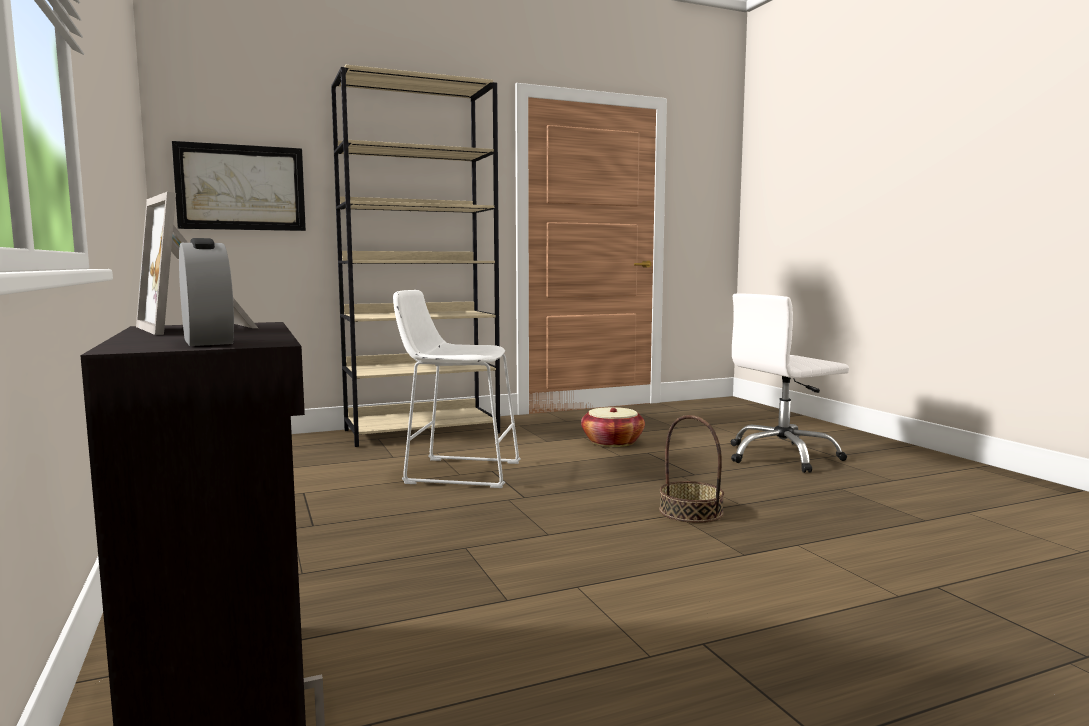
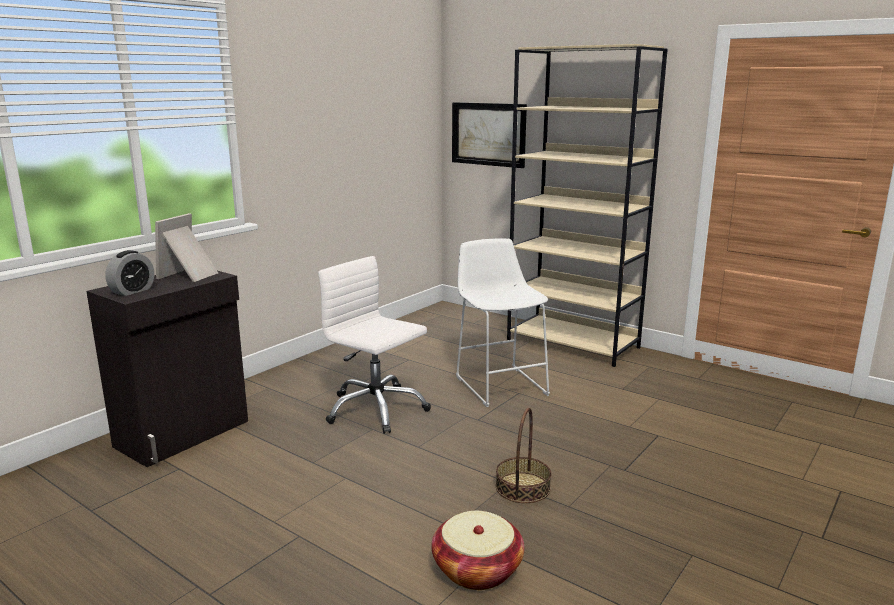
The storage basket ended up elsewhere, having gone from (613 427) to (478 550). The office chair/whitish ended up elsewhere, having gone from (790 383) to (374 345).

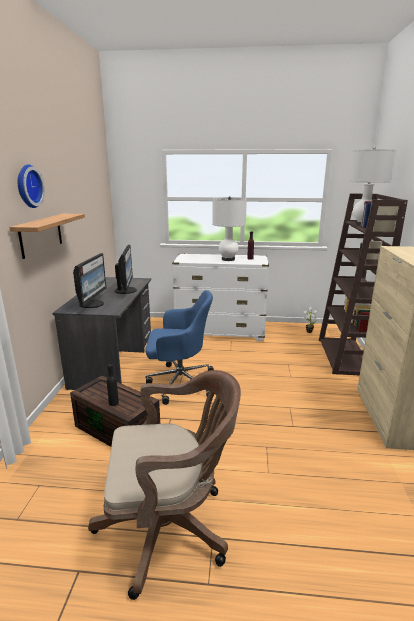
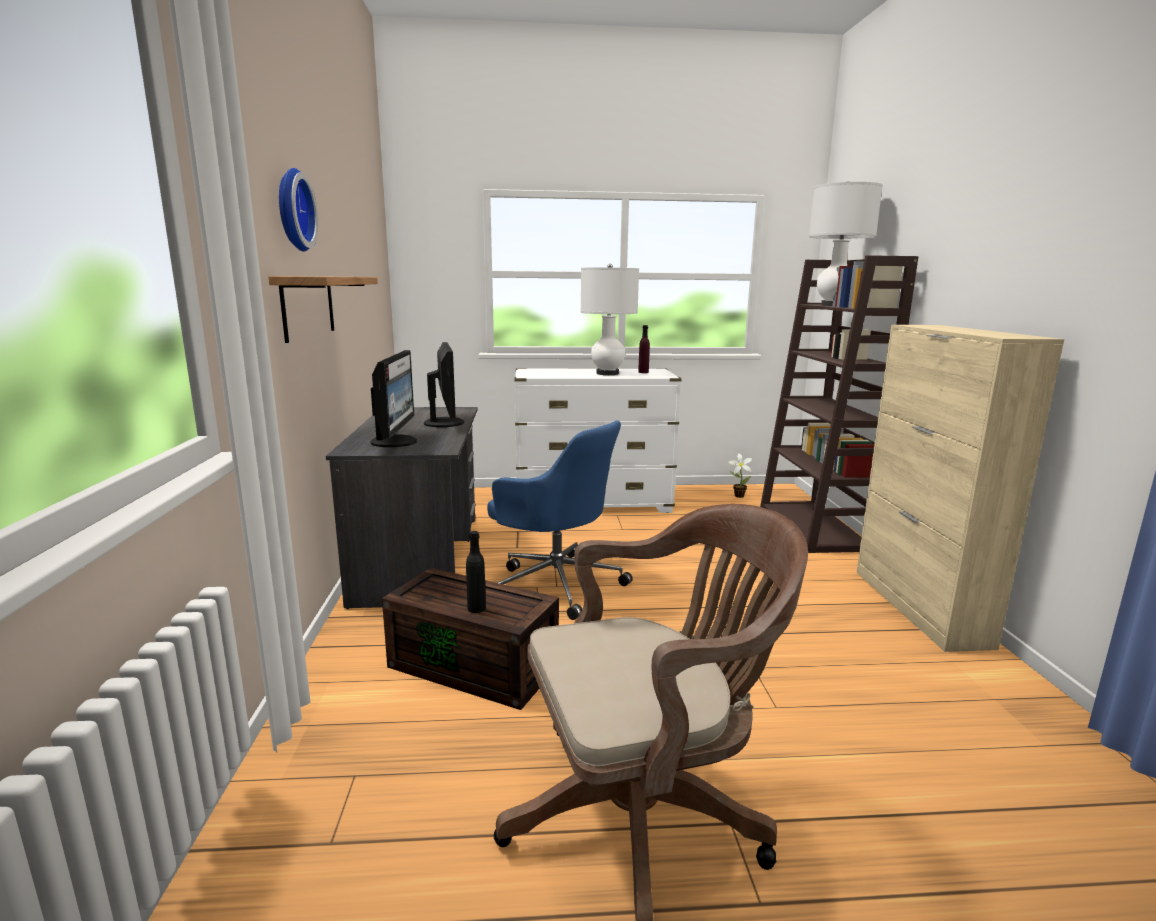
The office chair/blue-coloured at (179 347) ended up facing another way, 45 degrees clockwise from before.

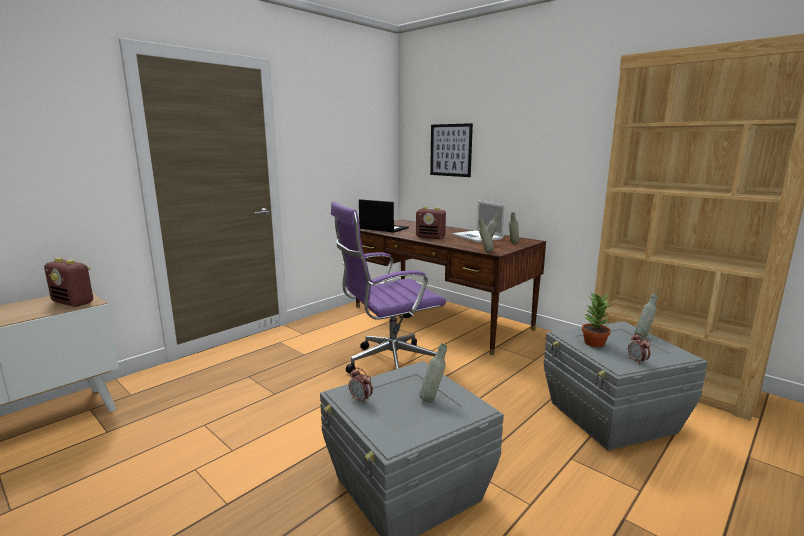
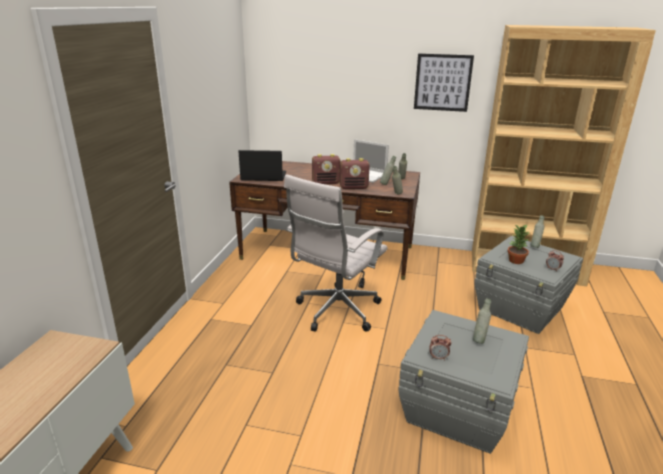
The radio set ended up elsewhere, having gone from (68 282) to (355 173). The wall art ended up elsewhere, having gone from (451 150) to (444 82). What was the office chair/purple at (388 287) turned into the office chair/whitish at (336 253).

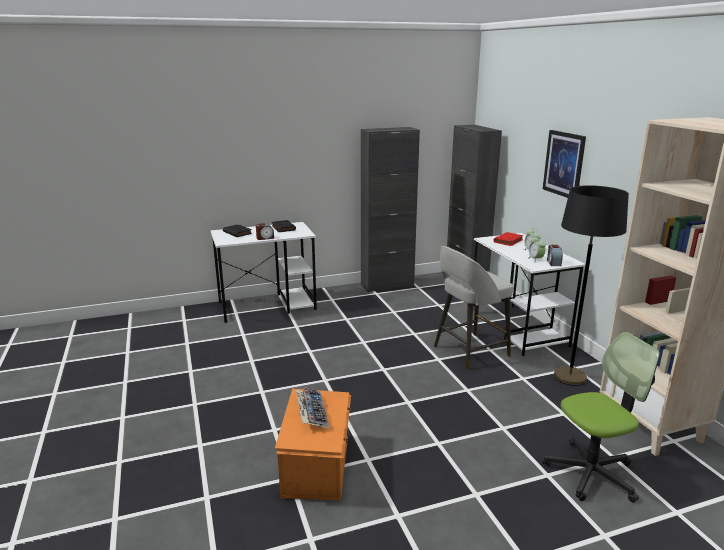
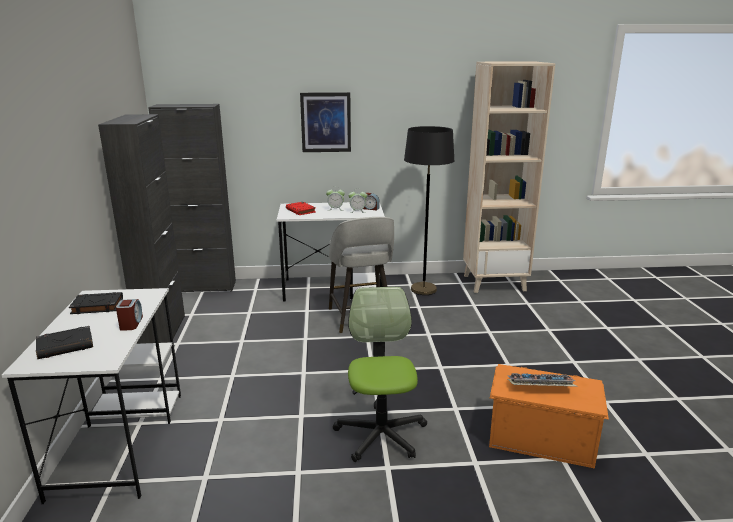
The office chair ended up elsewhere, having gone from (601 417) to (380 374).

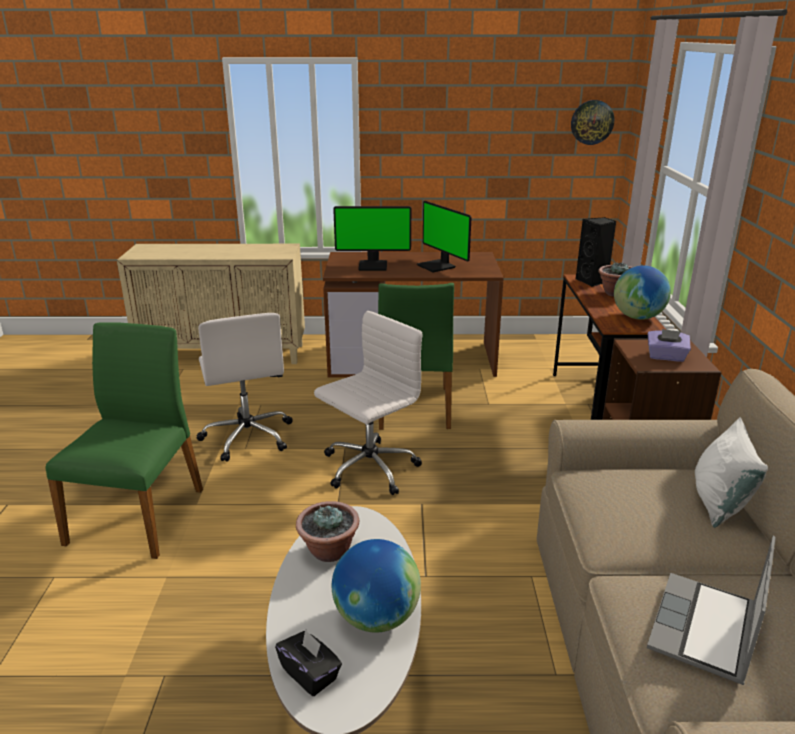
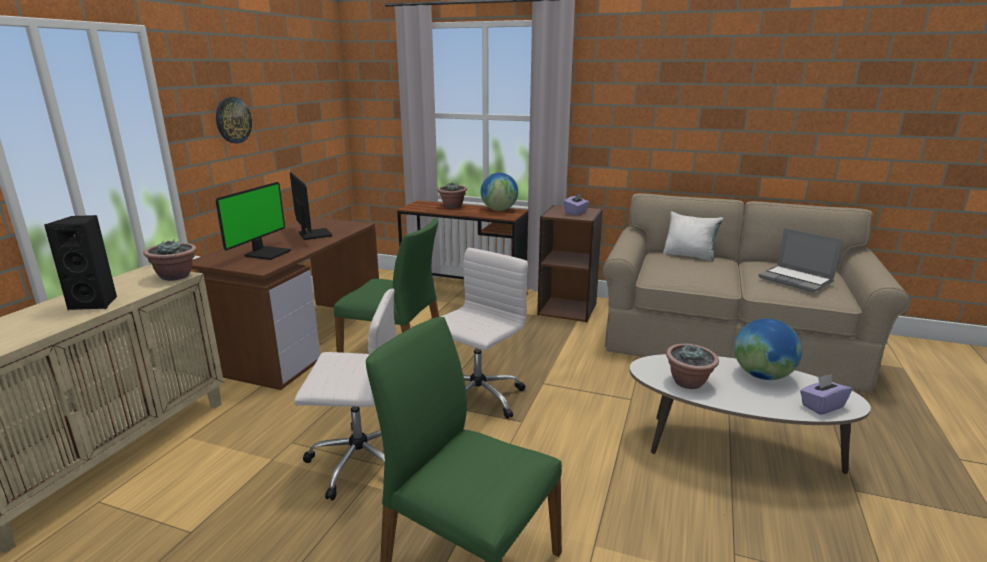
The second view gained the houseplant at (170 260). The hanging clock ended up elsewhere, having gone from (592 122) to (234 120). The speaker/blackish ended up elsewhere, having gone from (596 252) to (80 262). What was the box of tissues/blackish at (308 662) turned into the box of tissues/purple at (826 394). The office chair/whitish at (368 403) ended up facing another way, 60 degrees clockwise from before. The computer display at (444 236) ended up facing another way, 105 degrees counterclockwise from before.

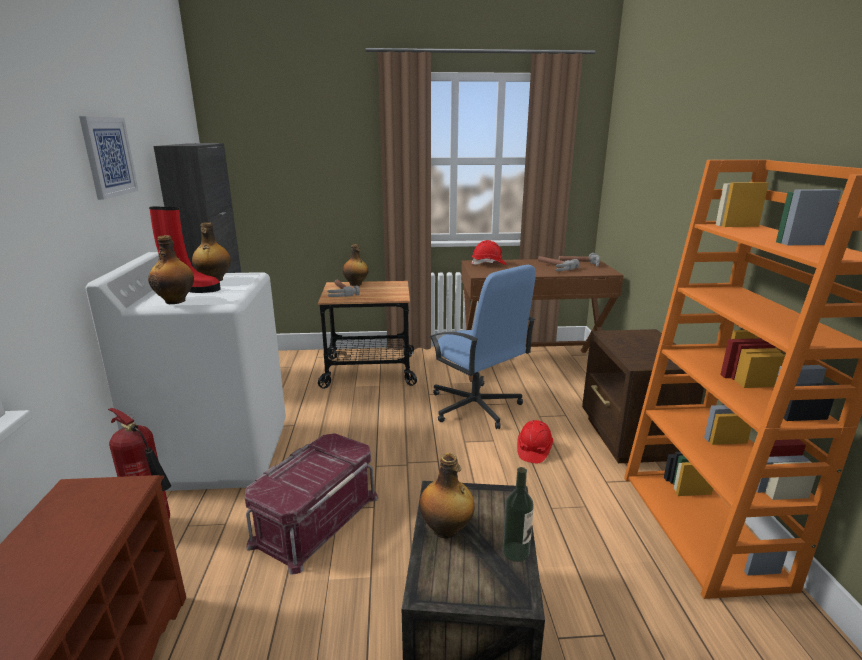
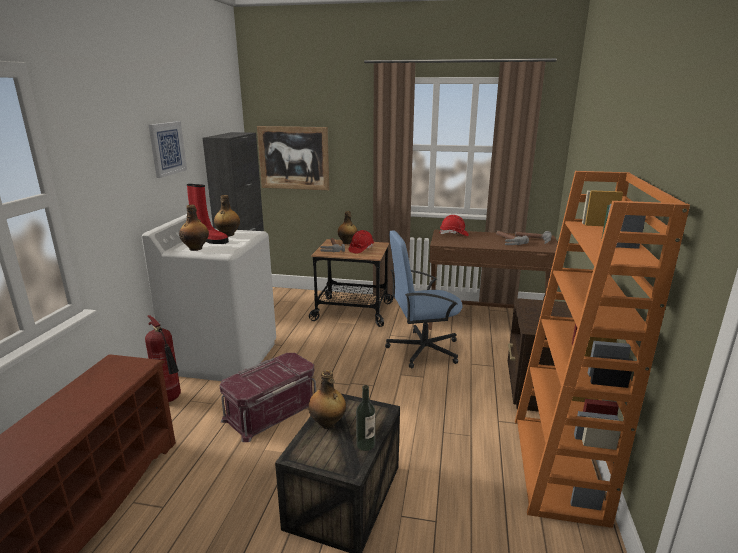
The second view gained the wall art at (293 158). The hard hat/red ended up elsewhere, having gone from (535 441) to (361 242). The office chair/blue-coloured at (482 347) ended up facing another way, 105 degrees clockwise from before.

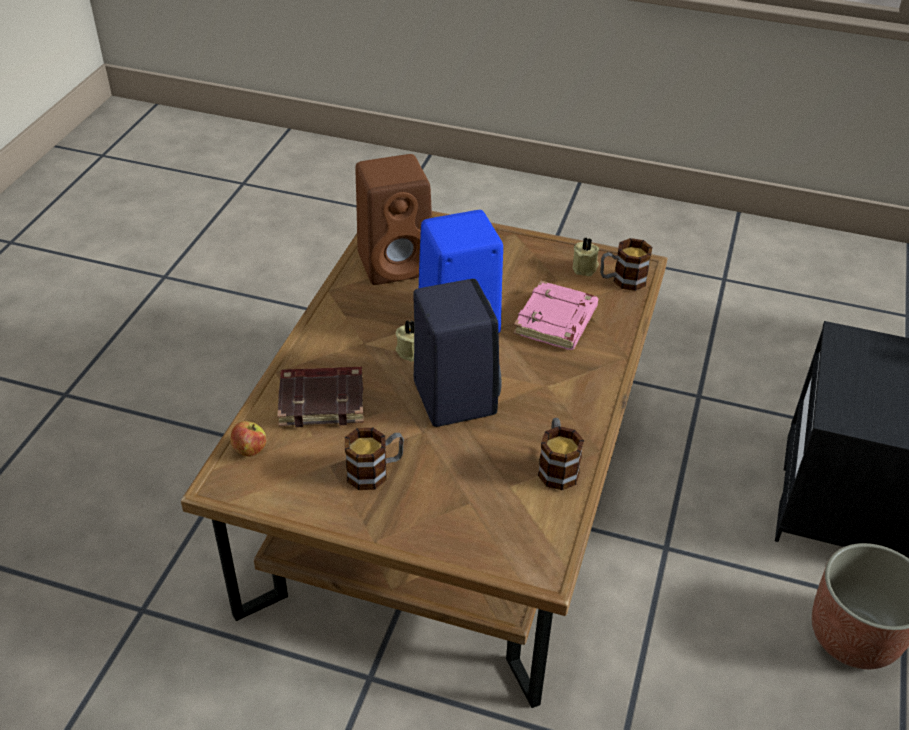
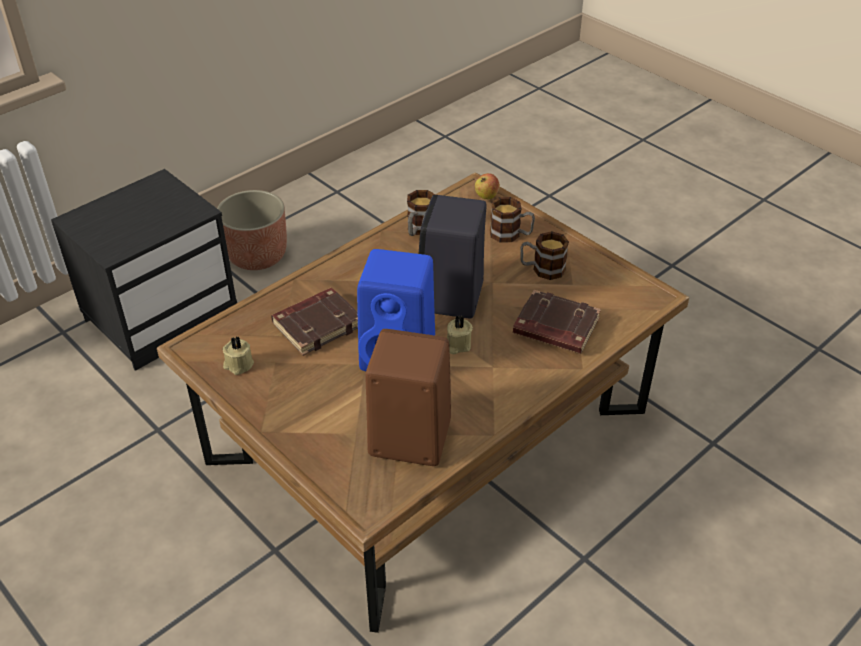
The apple fruit ended up elsewhere, having gone from (248 438) to (487 186). The coffee mug ended up elsewhere, having gone from (626 264) to (512 220). What was the book/pink-coloured at (555 315) turned into the book/brown at (314 322).

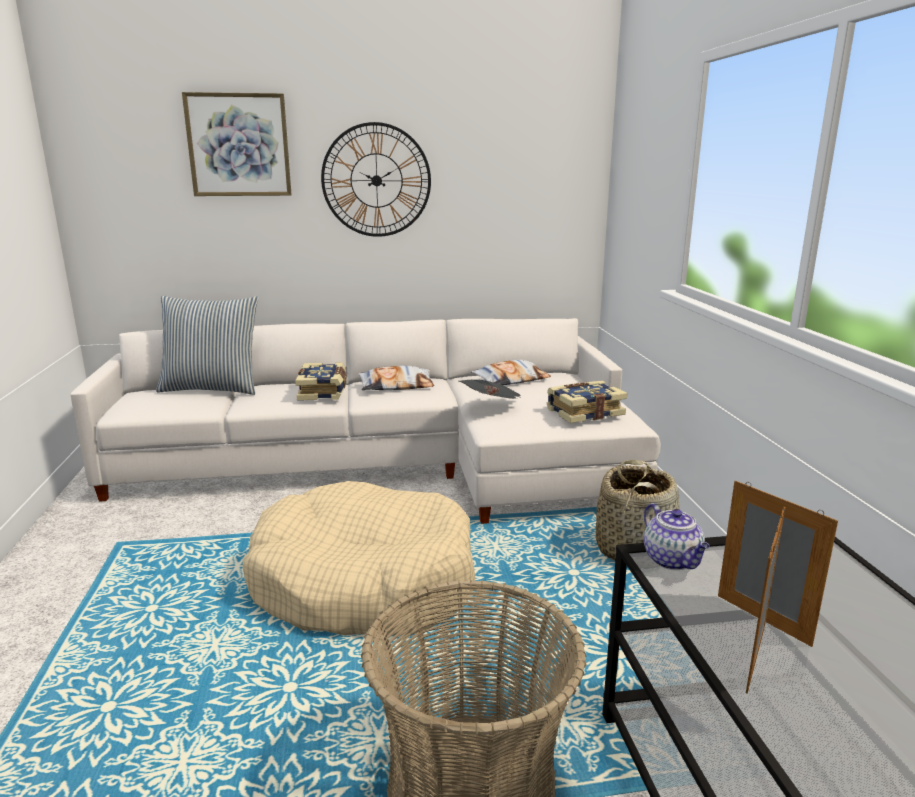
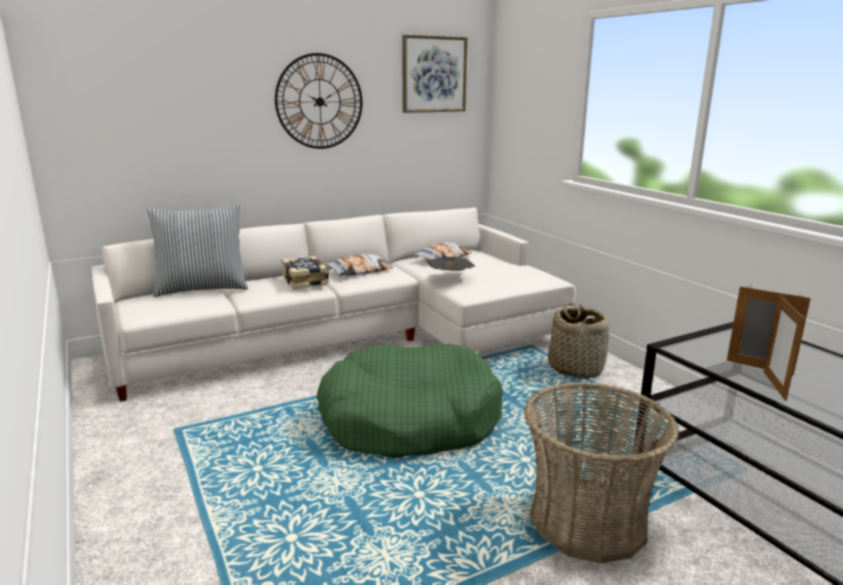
The second view lost the book at (587 402). The second view lost the teapot at (677 536). The wall art ended up elsewhere, having gone from (236 144) to (434 74). What was the pet bed/beige-coloured at (358 558) turned into the pet bed/greenish at (410 401).

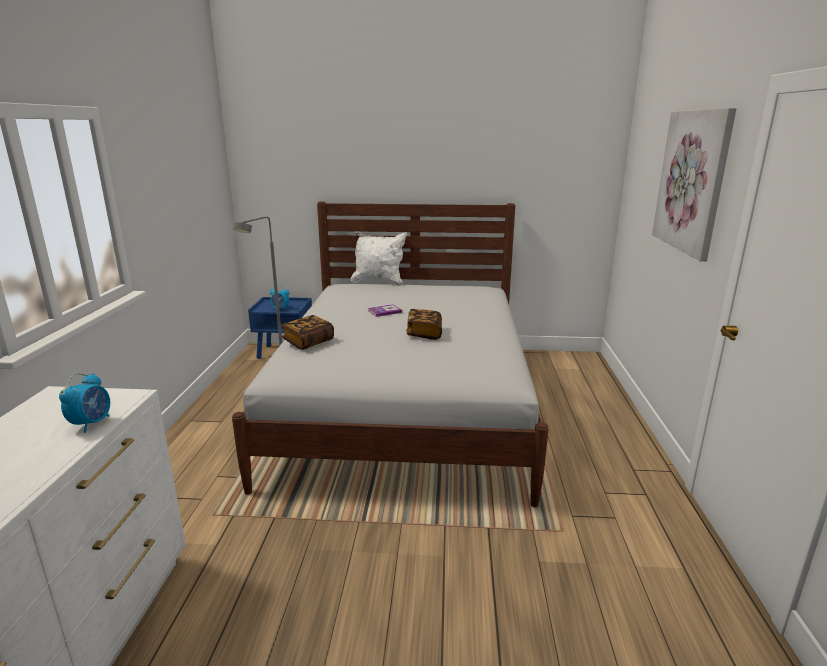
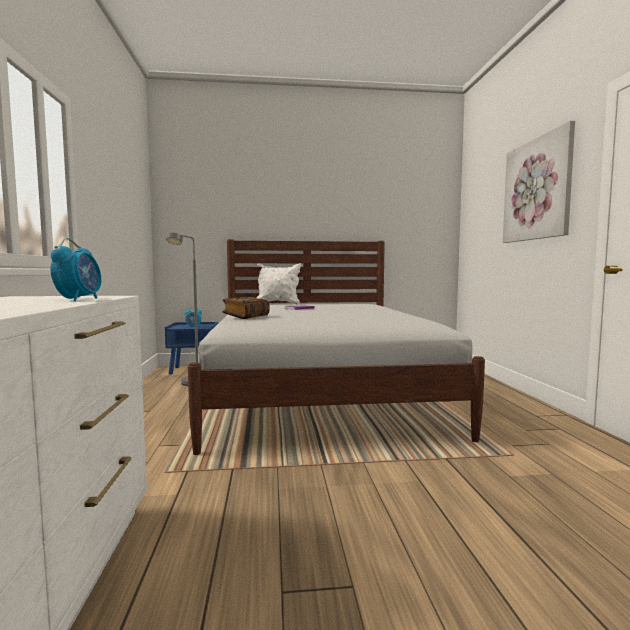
The second view lost the book at (424 324).

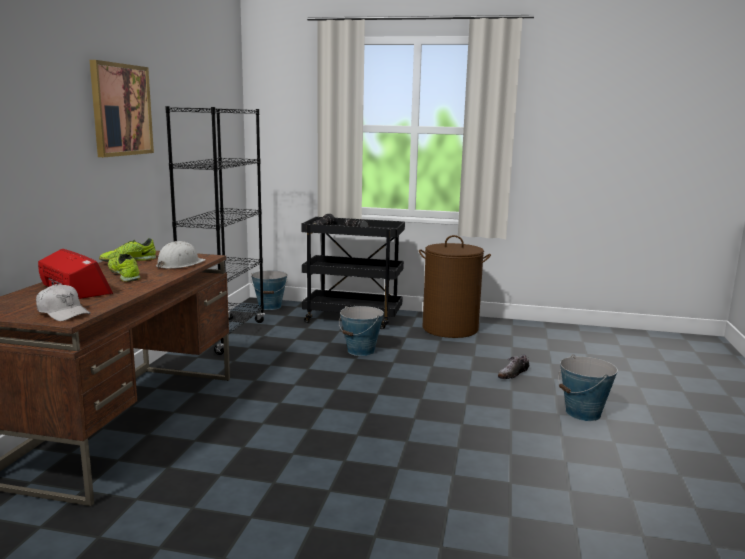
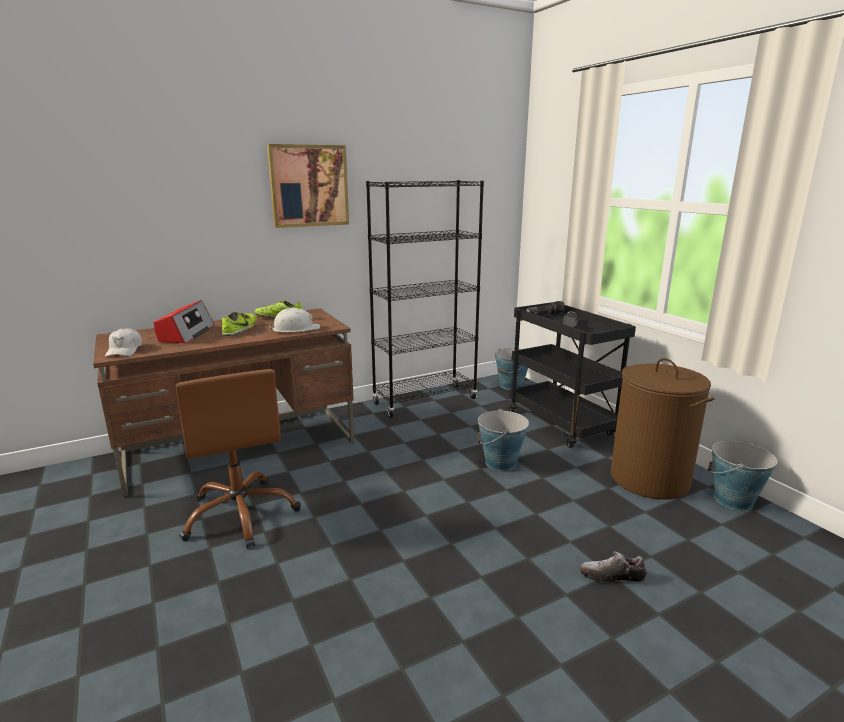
The second view gained the office chair/brown at (238 458). The bucket ended up elsewhere, having gone from (588 387) to (742 475).

